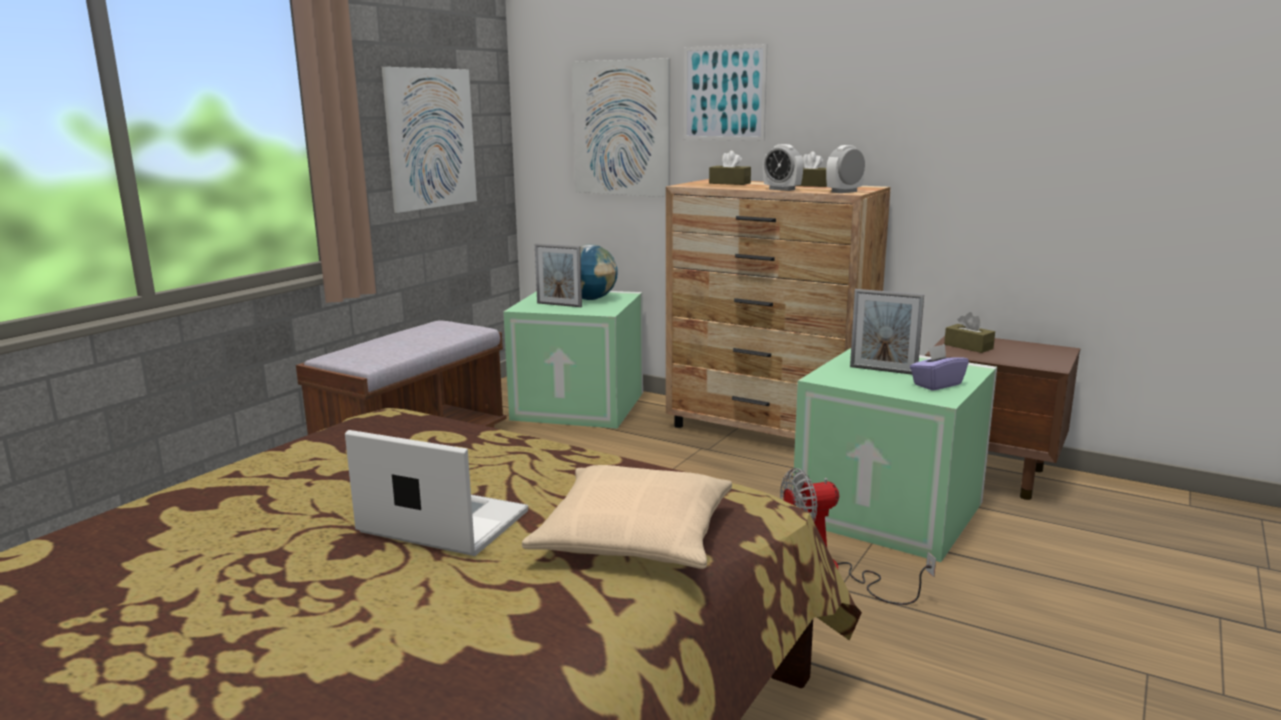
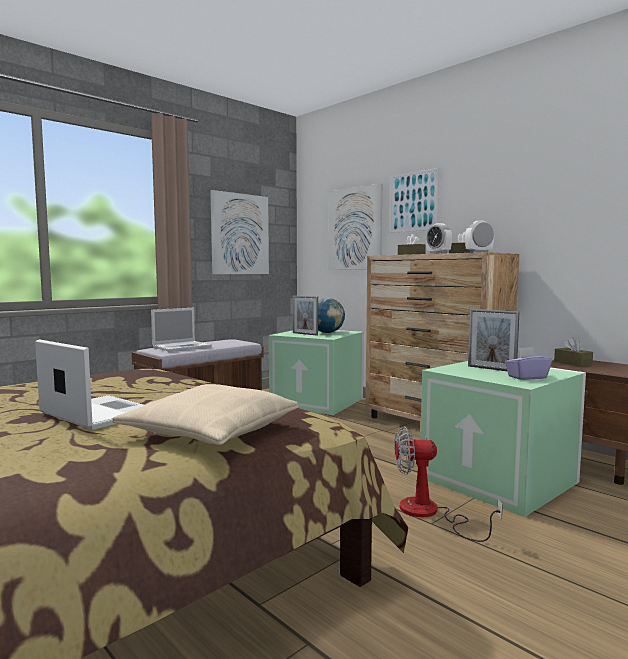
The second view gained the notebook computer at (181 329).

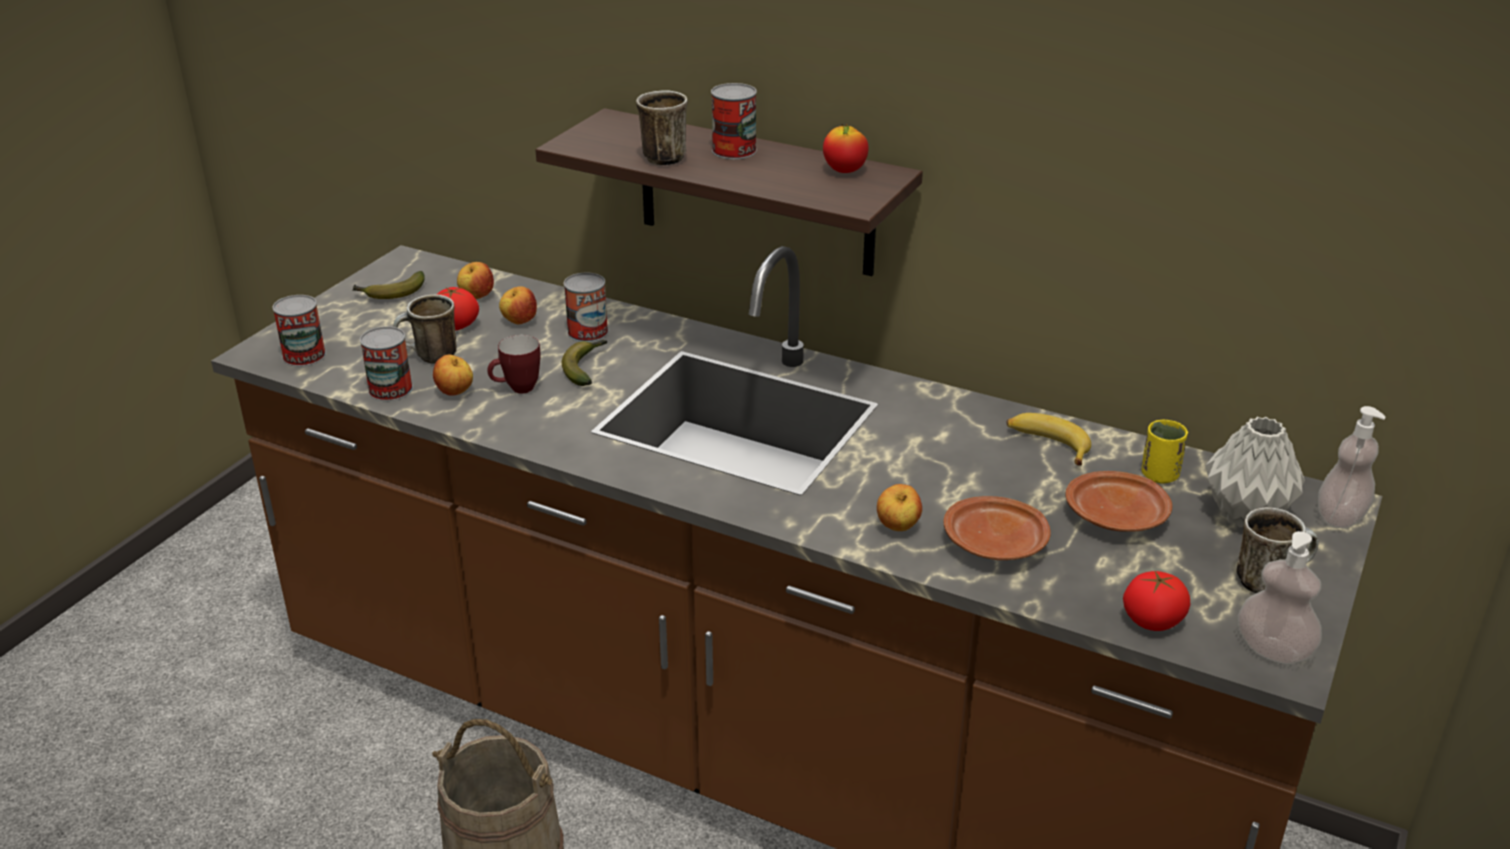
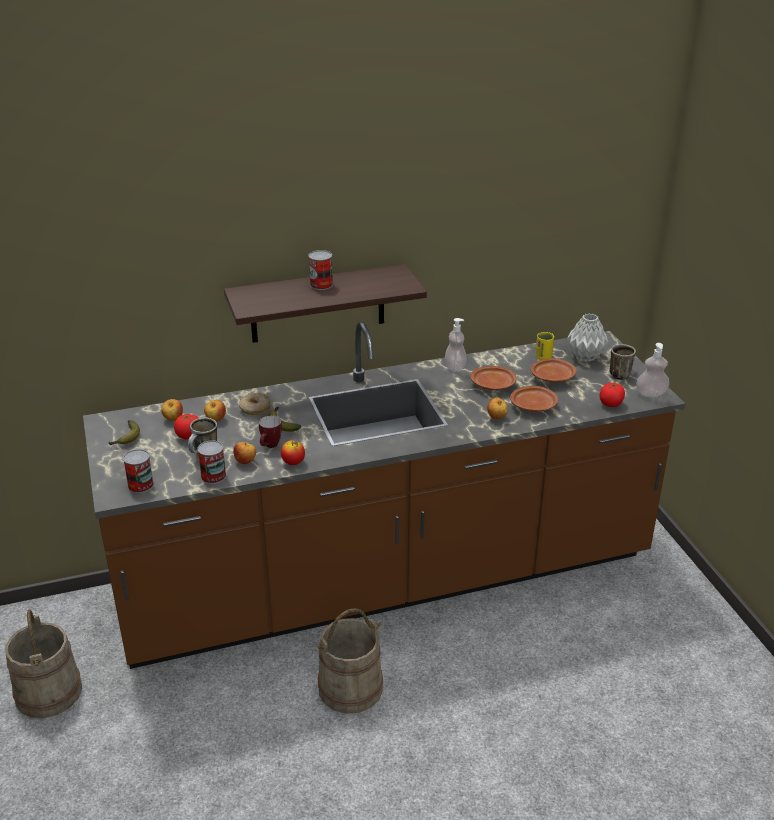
The second view lost the coffee mug at (662 128). The second view lost the whole banana at (1049 439). The second view gained the bucket/beige-coloured at (43 664). The second view gained the dinner plate/brown at (493 378). The apple fruit ended up elsewhere, having gone from (846 148) to (293 453). The soap bottle ended up elsewhere, having gone from (1352 467) to (456 345). Where the can stood at (586 307), the doughnut came to stand at (255 404).

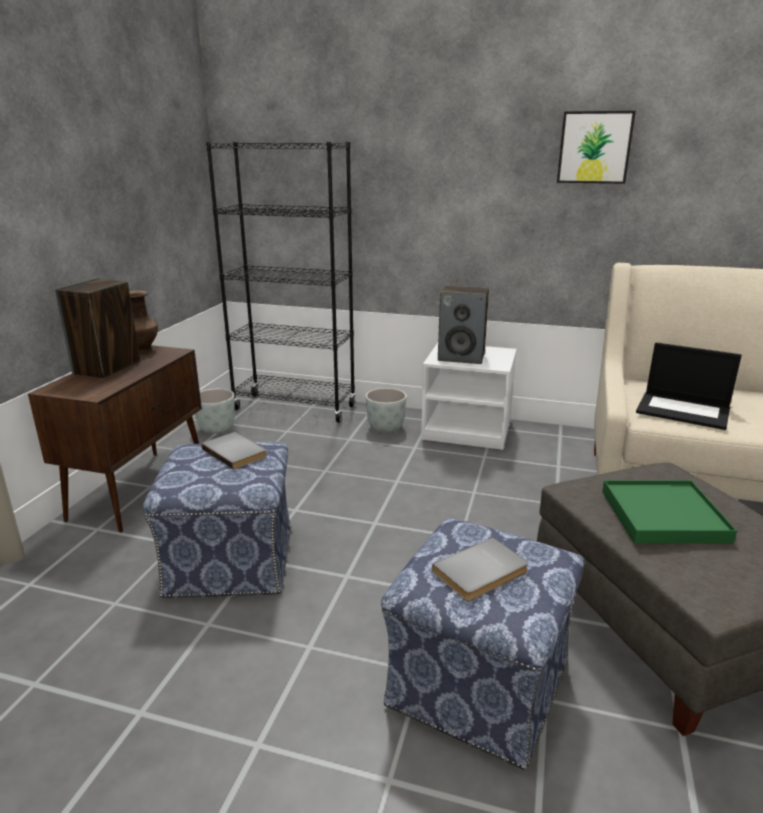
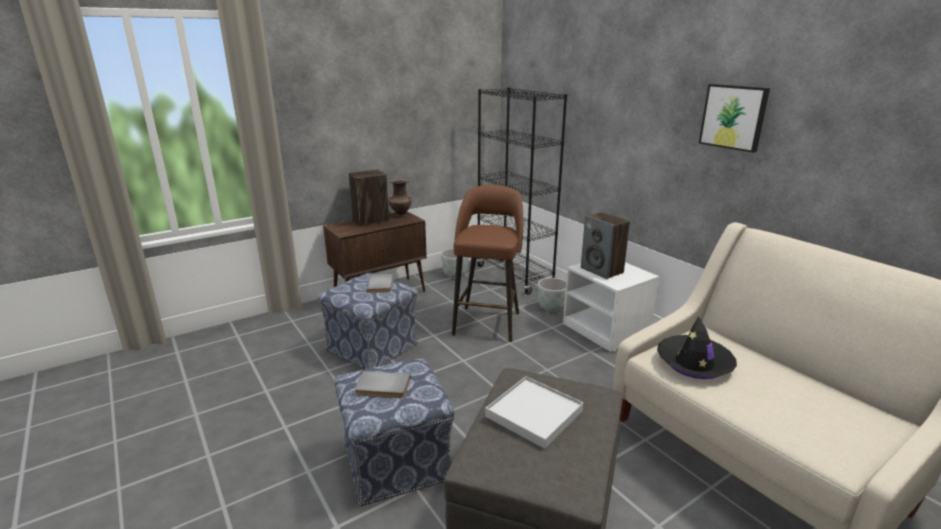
The second view gained the stool/brown at (487 263). Where the notebook computer stood at (689 386), the hat/blackish came to stand at (697 347). What was the serving tray/greenish at (669 512) turned into the serving tray/whitish at (534 412).

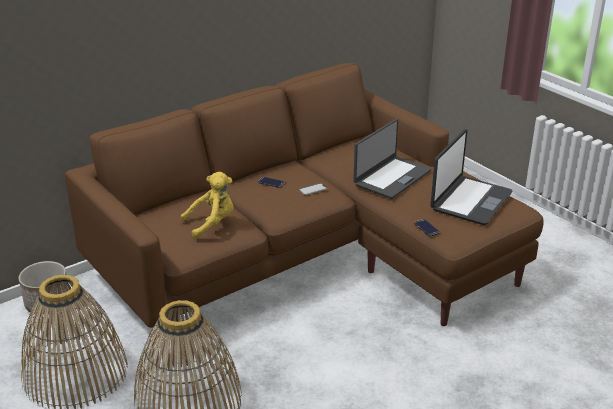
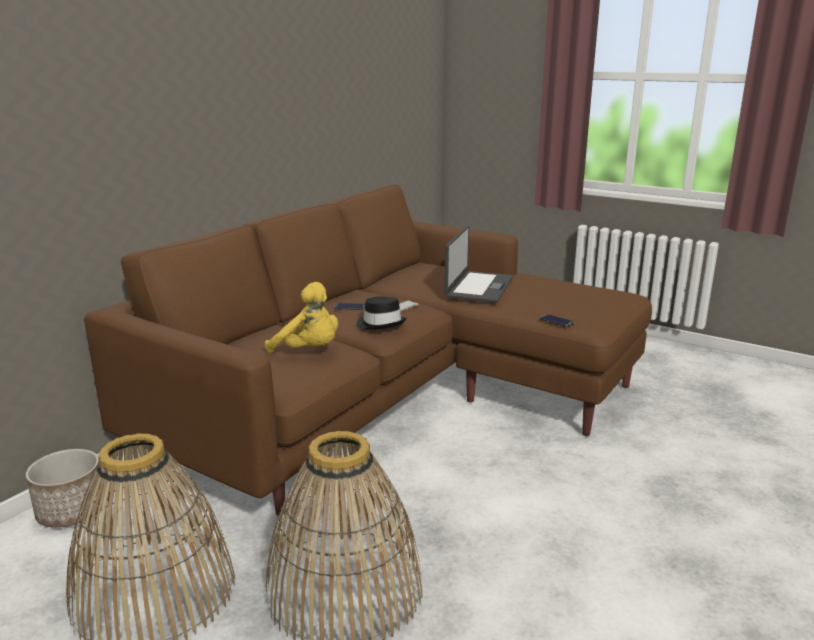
The second view lost the notebook computer at (471 177). The second view gained the hat/blackish at (381 312). The soft toy/yellow-coloured at (207 205) ended up facing another way, 75 degrees clockwise from before.

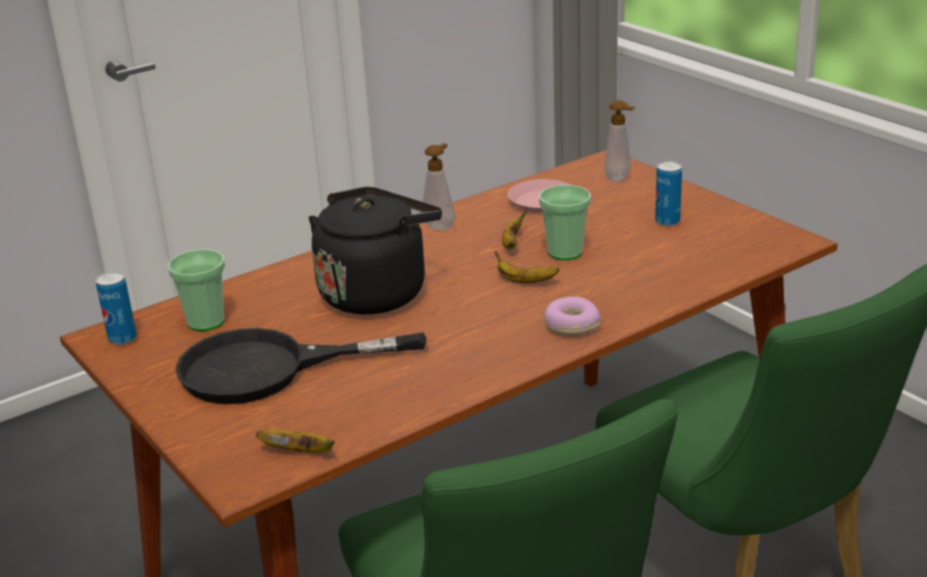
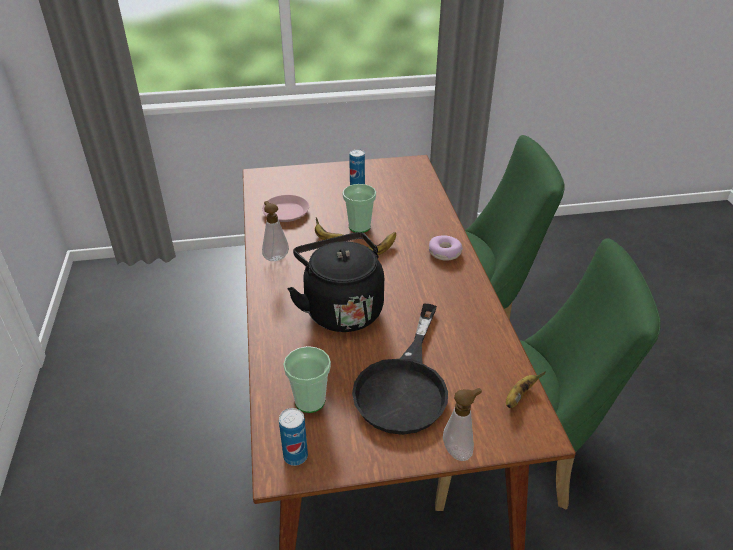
The soap bottle ended up elsewhere, having gone from (619 141) to (462 424).

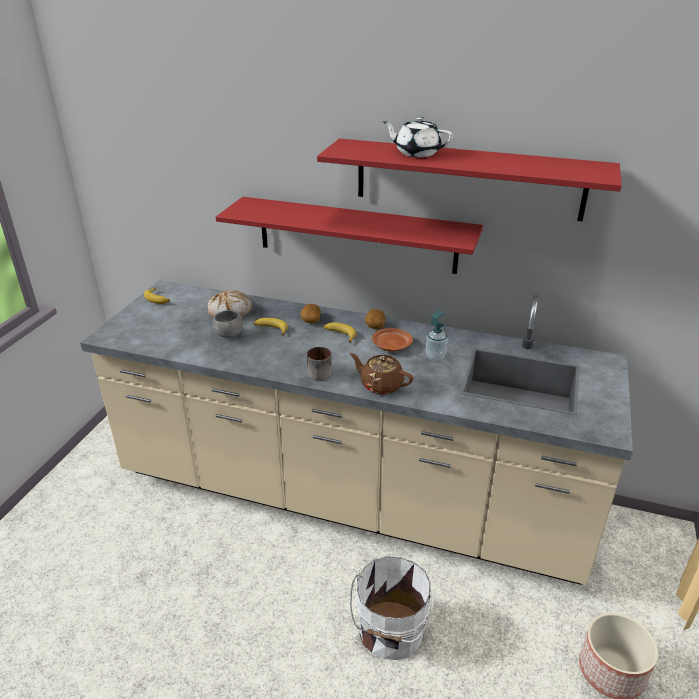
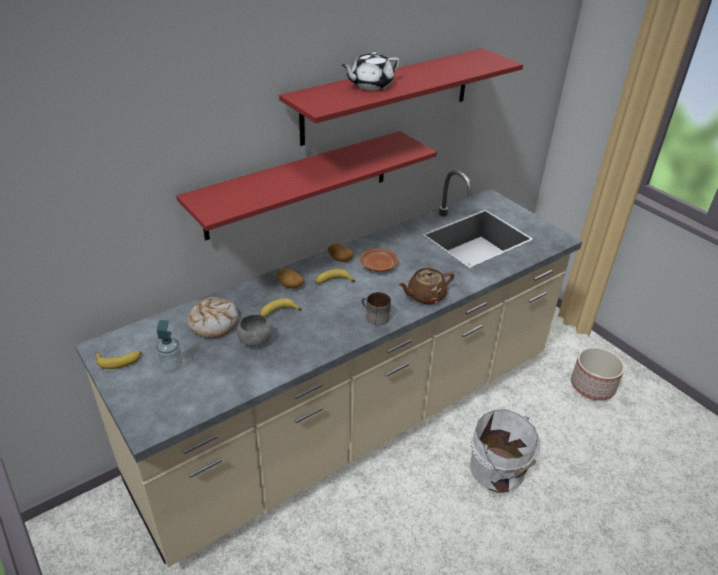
The soap bottle ended up elsewhere, having gone from (437 335) to (169 346).

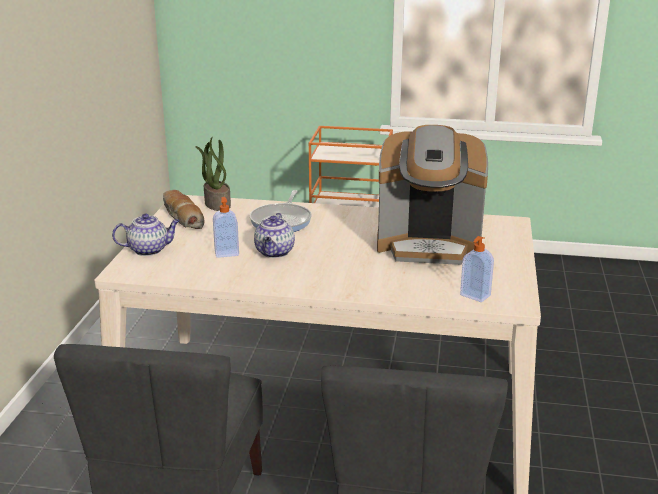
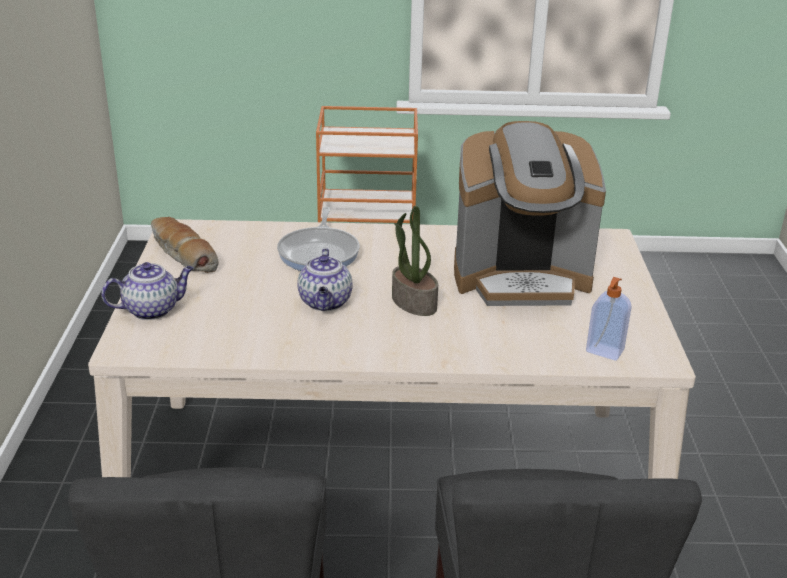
The second view lost the soap bottle at (226 227). The houseplant ended up elsewhere, having gone from (213 174) to (415 261).

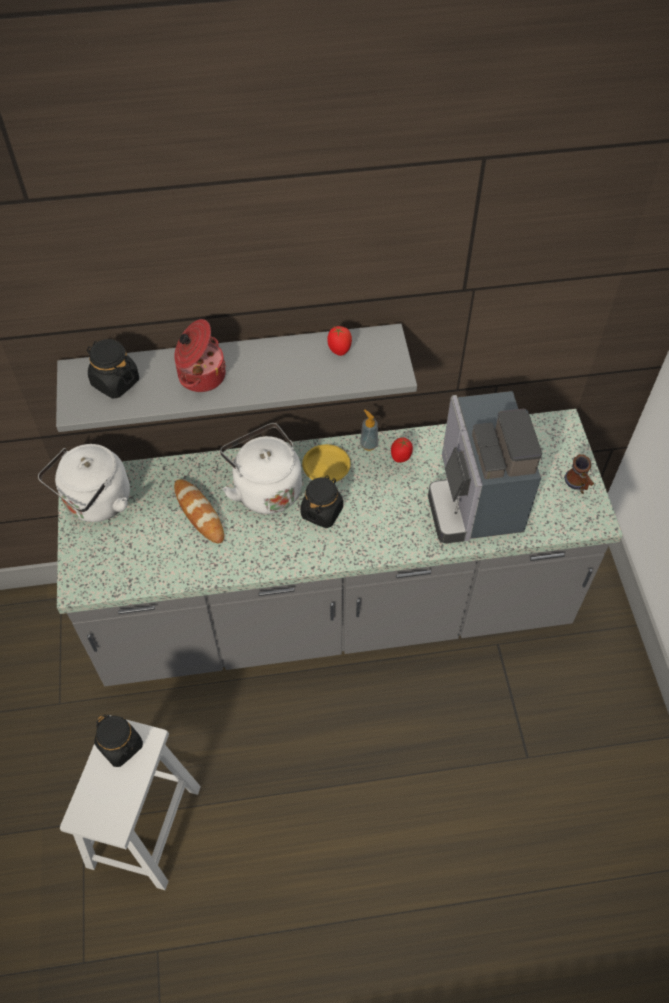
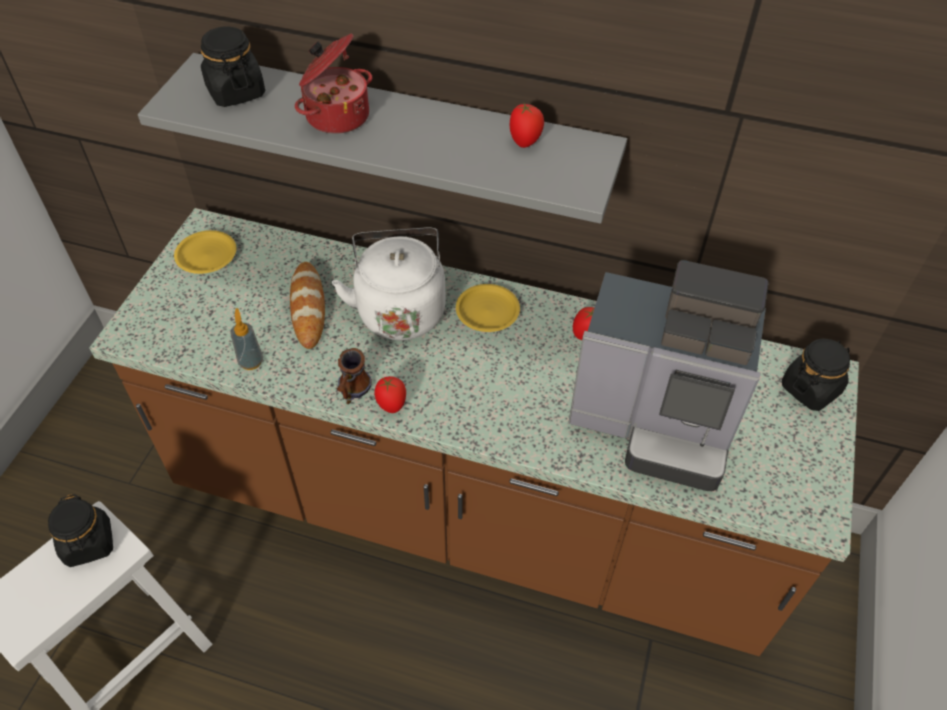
The second view gained the whole tomato at (390 394). The jar/blackish ended up elsewhere, having gone from (322 501) to (816 375). The soap bottle ended up elsewhere, having gone from (369 430) to (246 339). The coffee mug ended up elsewhere, having gone from (579 474) to (354 376). Where the tea kettle/whitish stood at (84 483), the dinner plate/yellow-coloured came to stand at (205 252). What was the kitchen counter/greyish at (340 547) turned into the kitchen counter/brown at (474 432). The coffee brewer at (485 467) ended up facing another way, 90 degrees counterclockwise from before.

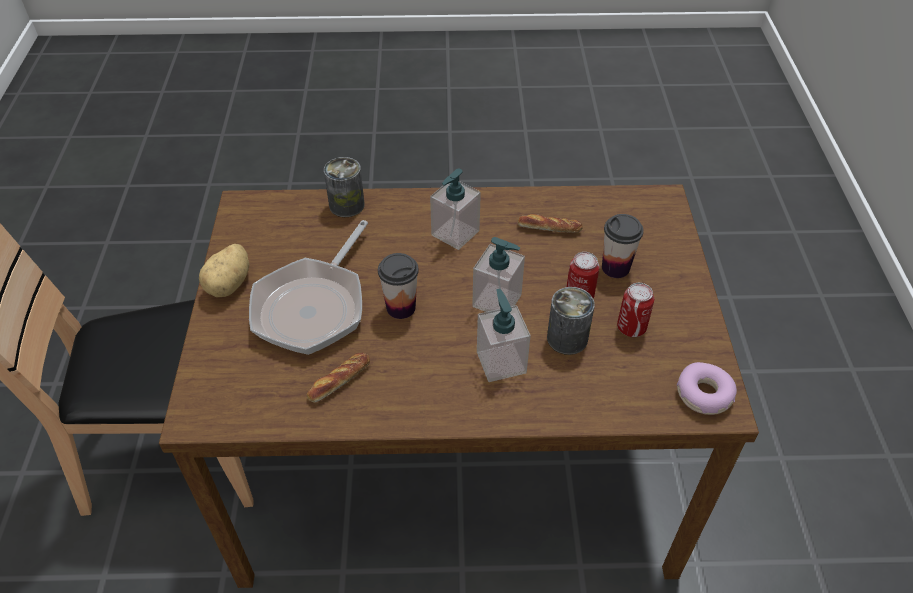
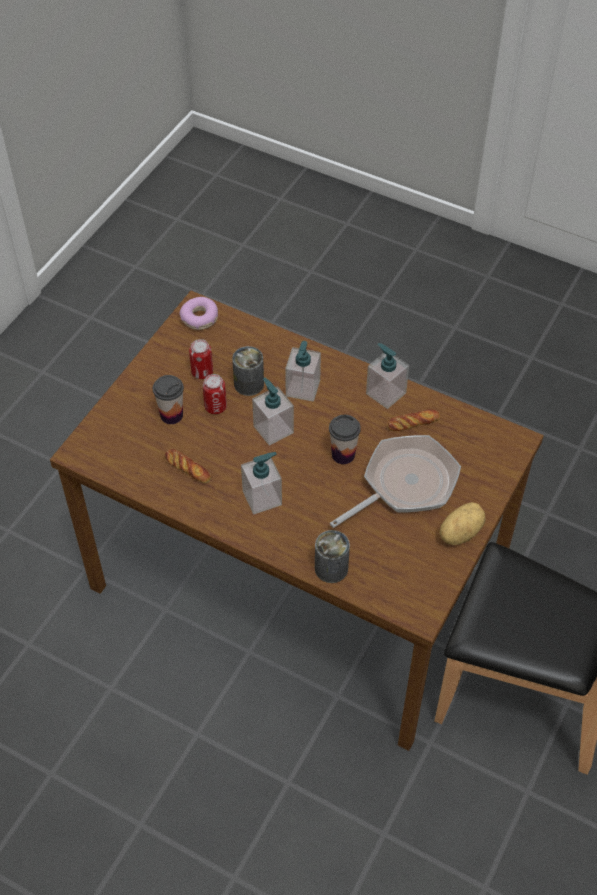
The second view gained the soap bottle at (387 376).

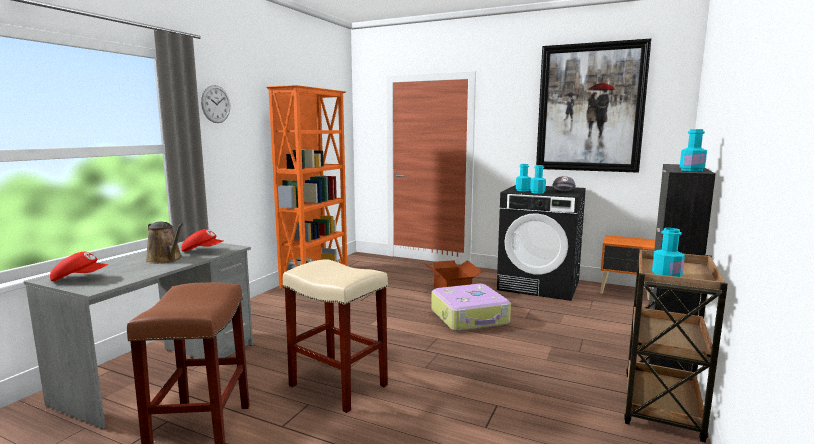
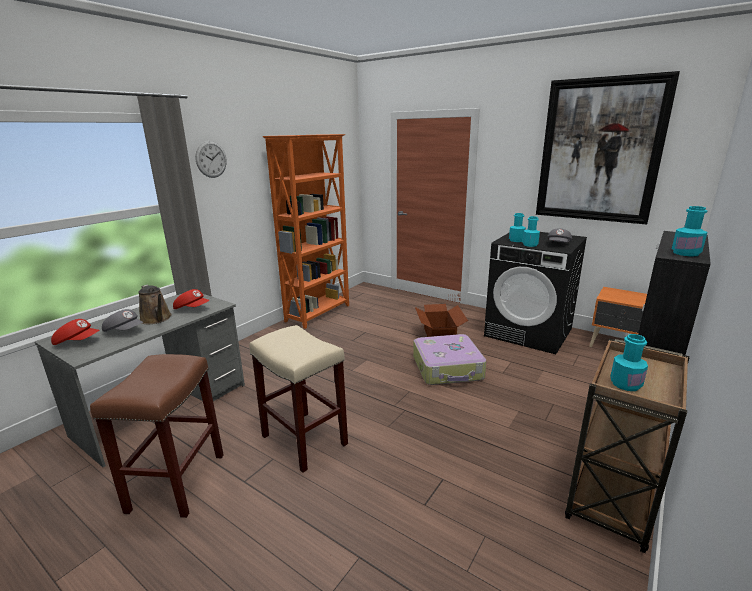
The second view gained the peaked cap/greyish at (122 320).

